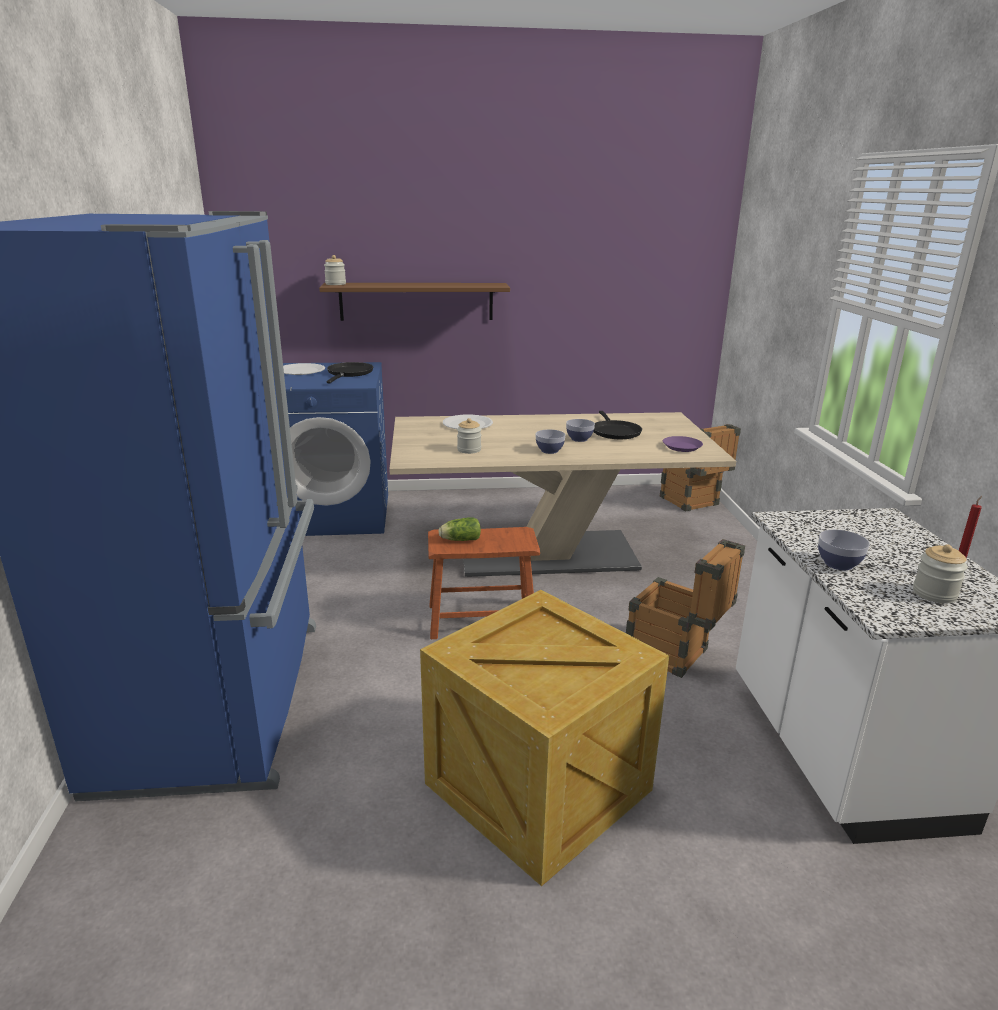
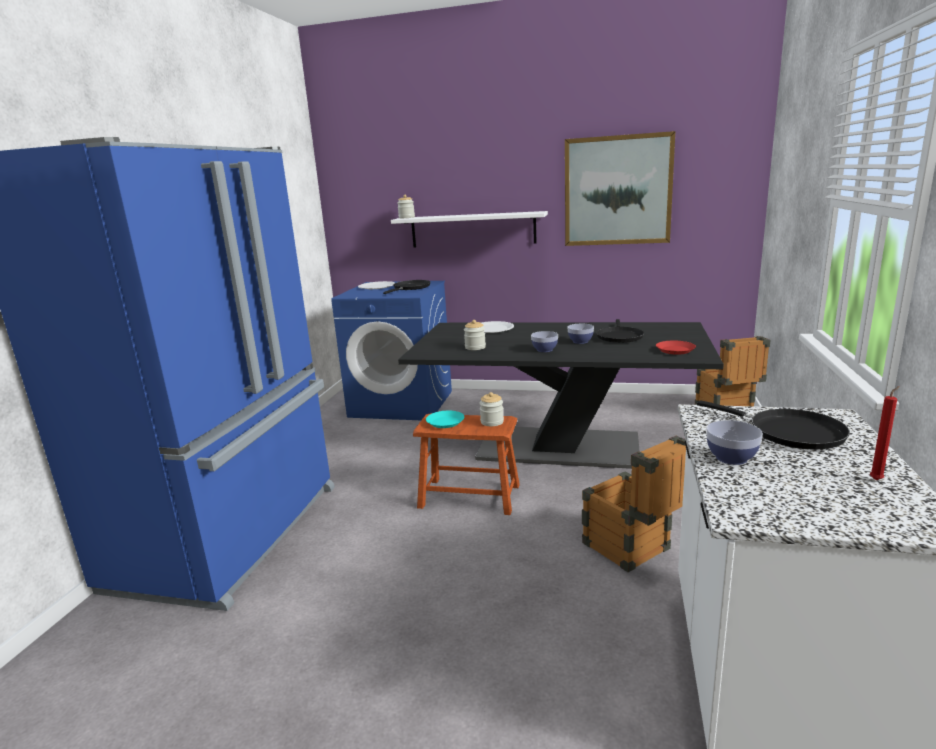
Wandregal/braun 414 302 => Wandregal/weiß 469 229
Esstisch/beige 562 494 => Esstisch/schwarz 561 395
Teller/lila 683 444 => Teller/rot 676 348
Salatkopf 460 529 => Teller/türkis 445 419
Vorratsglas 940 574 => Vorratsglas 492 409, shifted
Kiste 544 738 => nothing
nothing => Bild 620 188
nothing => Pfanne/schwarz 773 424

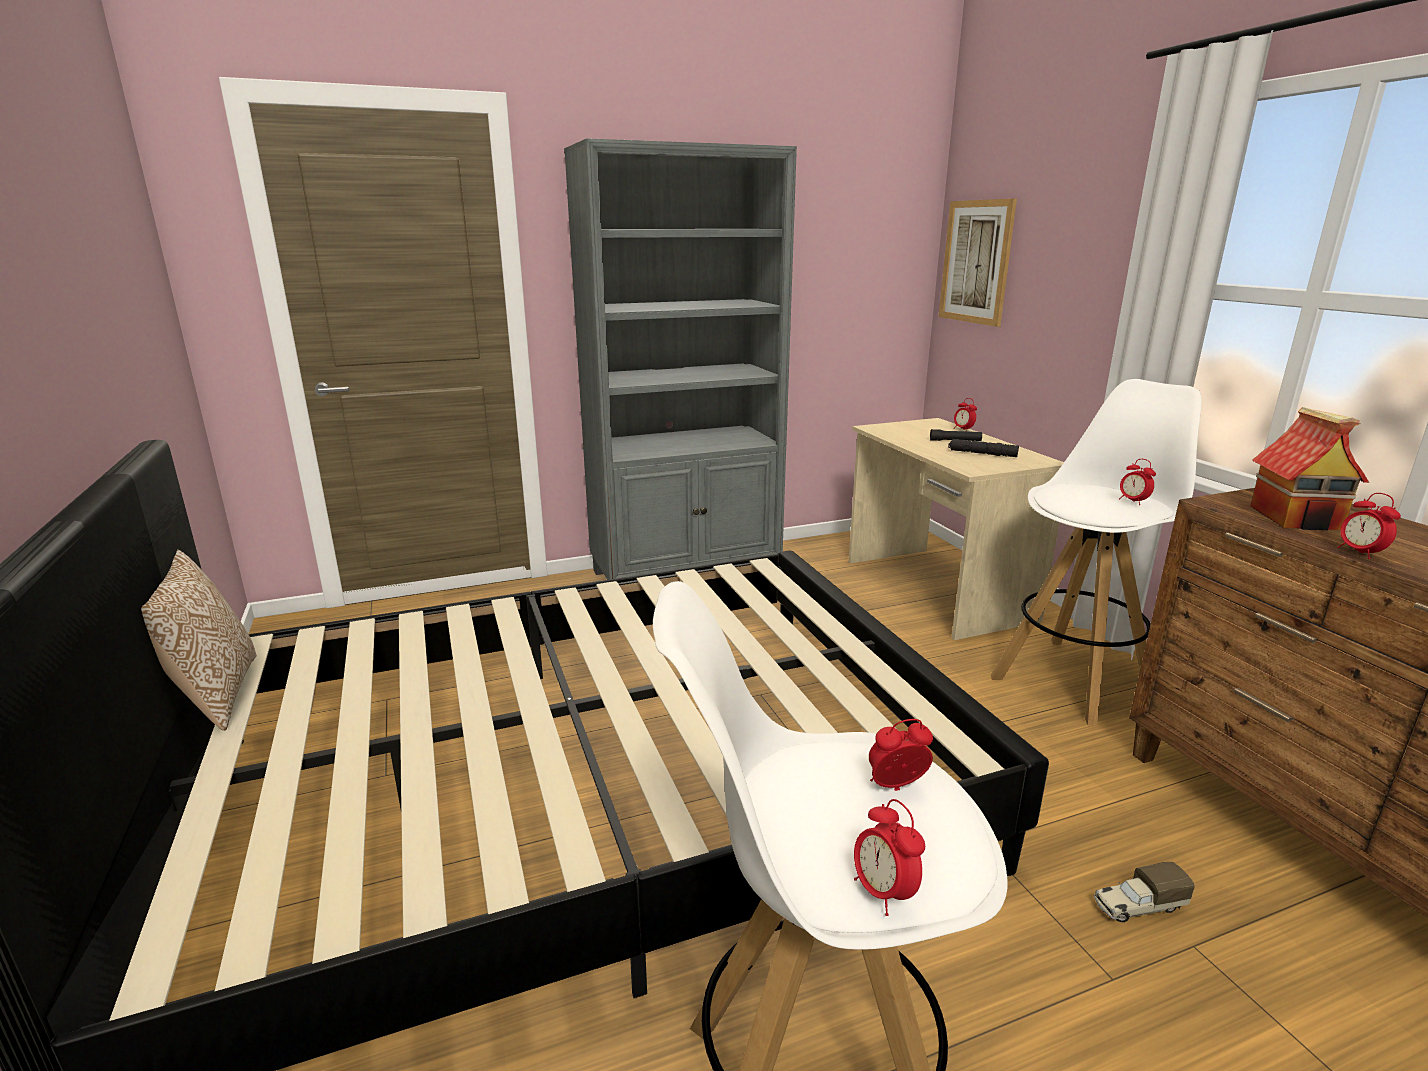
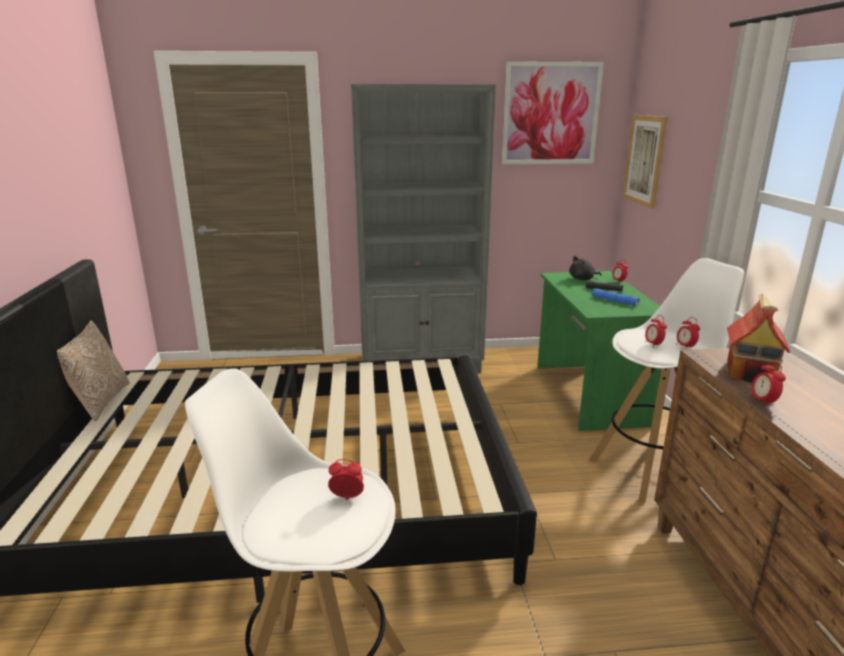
Schreibtisch/beige 956 529 => Schreibtisch/grün 599 351
Taschenlampe/schwarz 983 448 => Taschenlampe/blau 615 297
Wecker 889 857 => Wecker 656 331, shifted
Spielzeuglaster 1144 892 => nothing
nothing => Bild 553 112
nothing => Plüschtier/schwarz 585 268

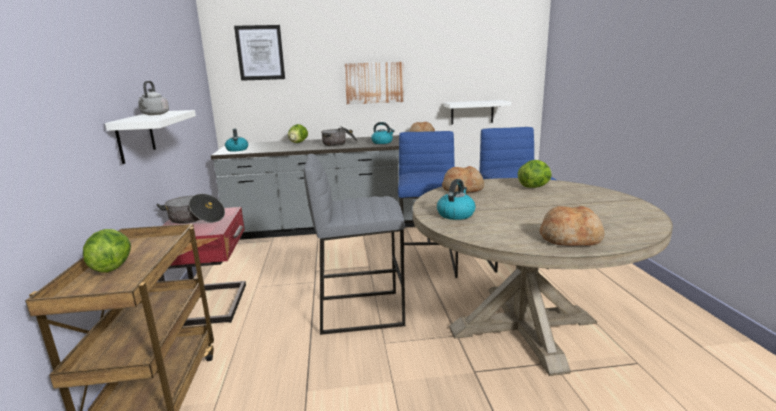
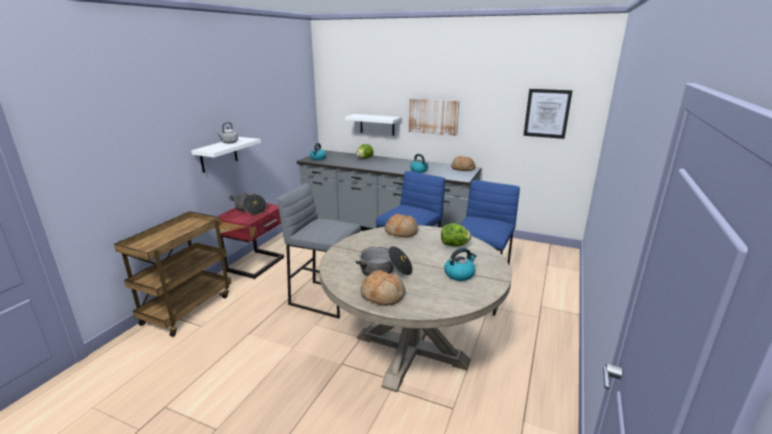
Bild 259 53 => Bild 548 114, shifted
Wandregal/weiß 477 112 => Wandregal/weiß 373 125, shifted
Kochtopf 339 136 => Kochtopf 384 261, shifted
Wasserkessel 456 199 => Wasserkessel 460 264, shifted
Salatkopf 107 250 => nothing

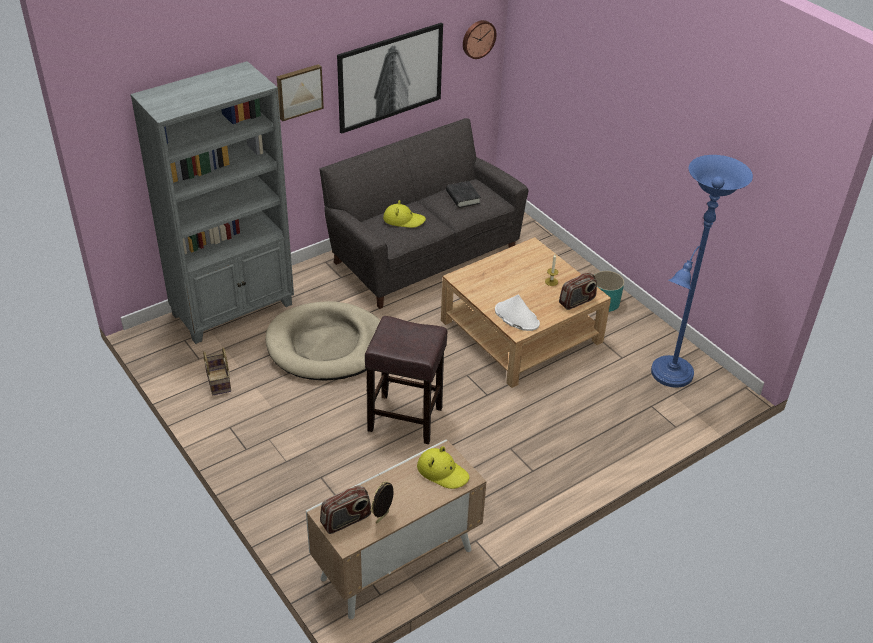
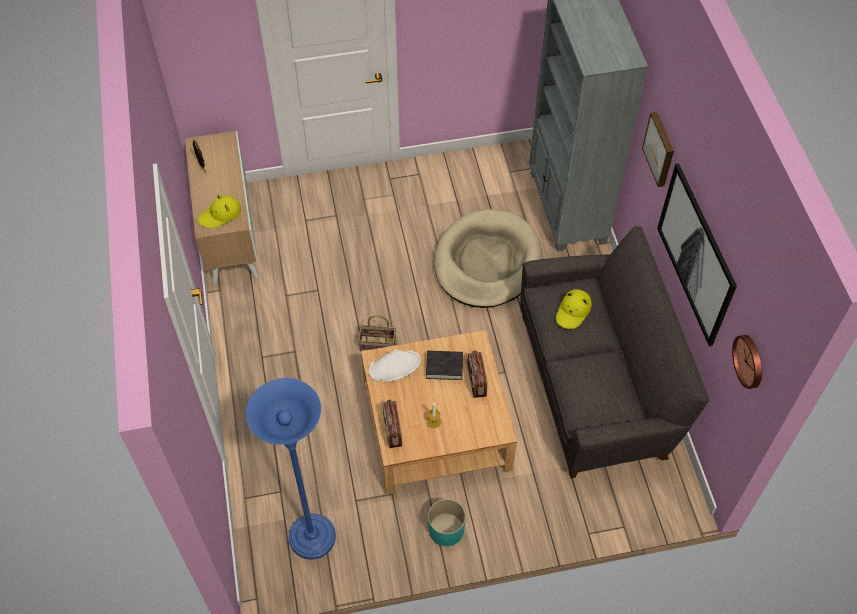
Buch/schwarz 463 194 => Buch/schwarz 444 365, shifted
Hocker/braun 406 380 => nothing
Korb 217 371 => Korb 377 333, shifted
Radio 345 509 => Radio 477 374, shifted

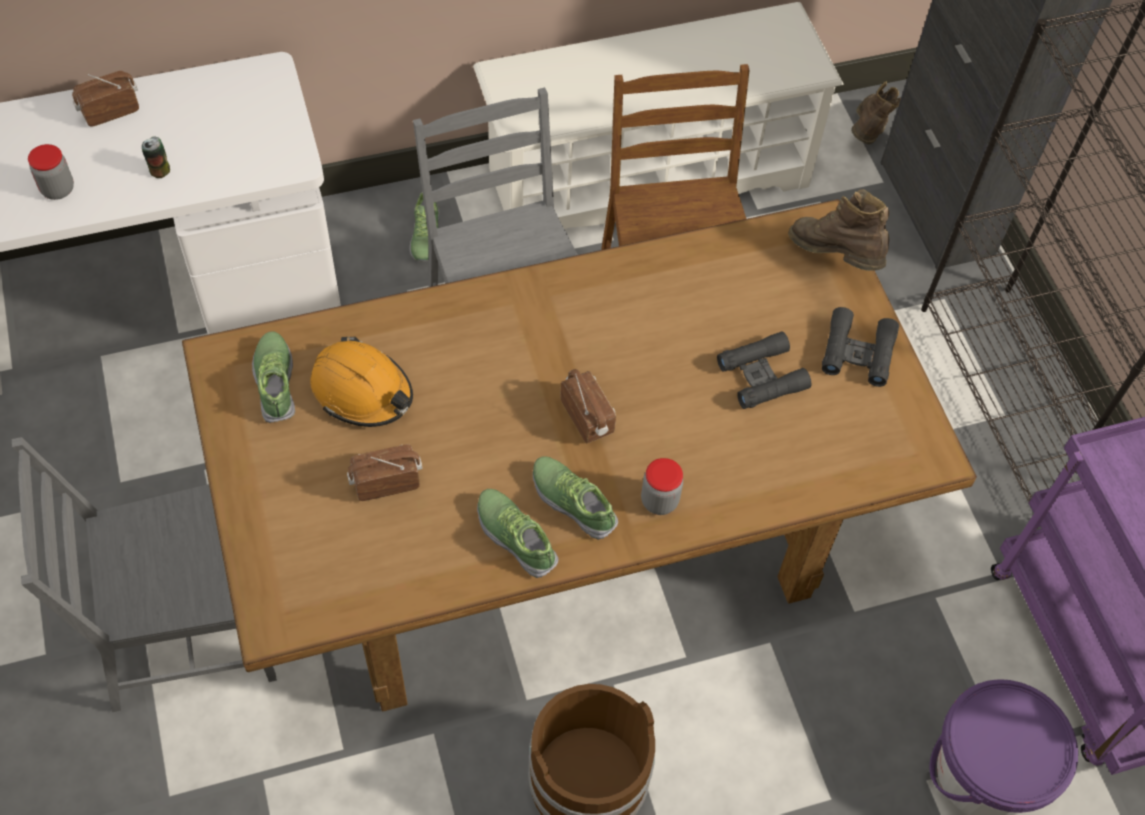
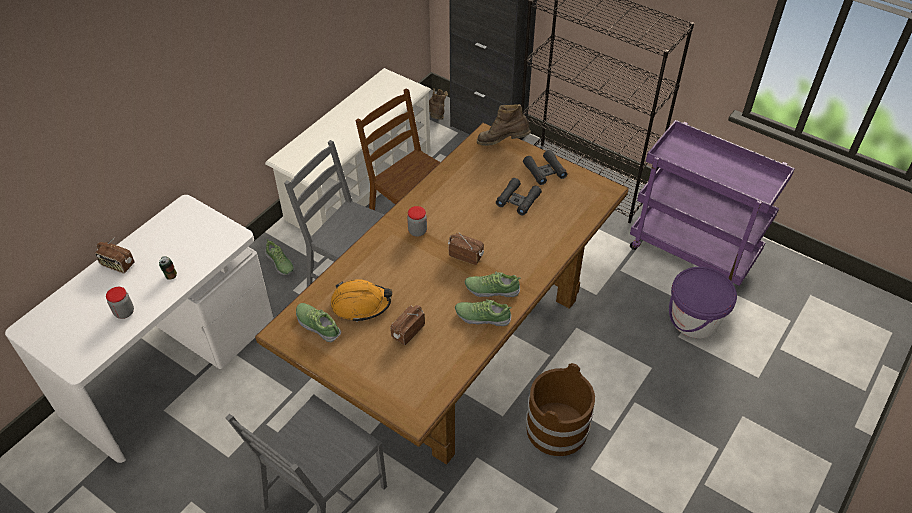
Radio 105 99 => Radio 115 255, 90 degrees counterclockwise
Vorratsglas 662 486 => Vorratsglas 417 221, shifted

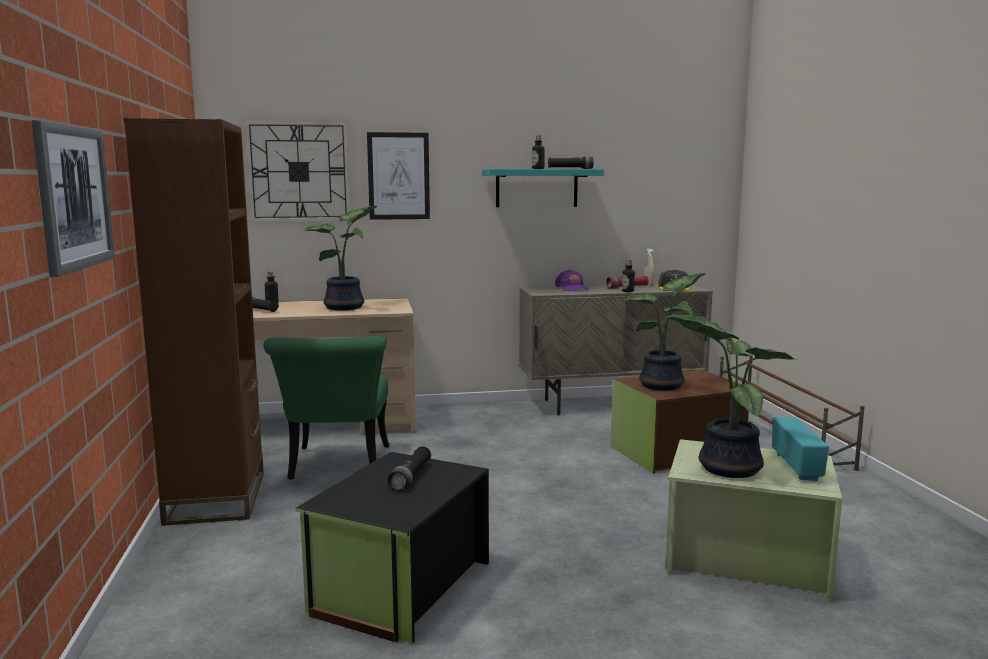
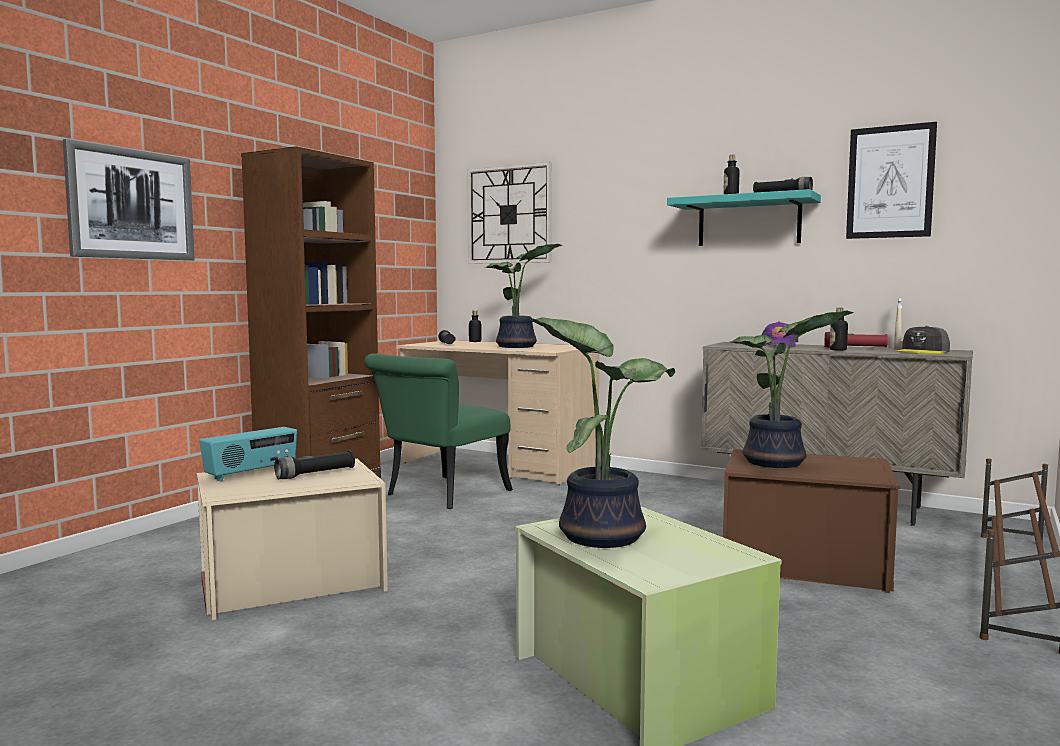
Bild 398 176 => Bild 891 180, shifted
Radio 800 449 => Radio 248 454, shifted
Aufbewahrungsbox/schwarz 392 548 => Aufbewahrungsbox/beige 292 539

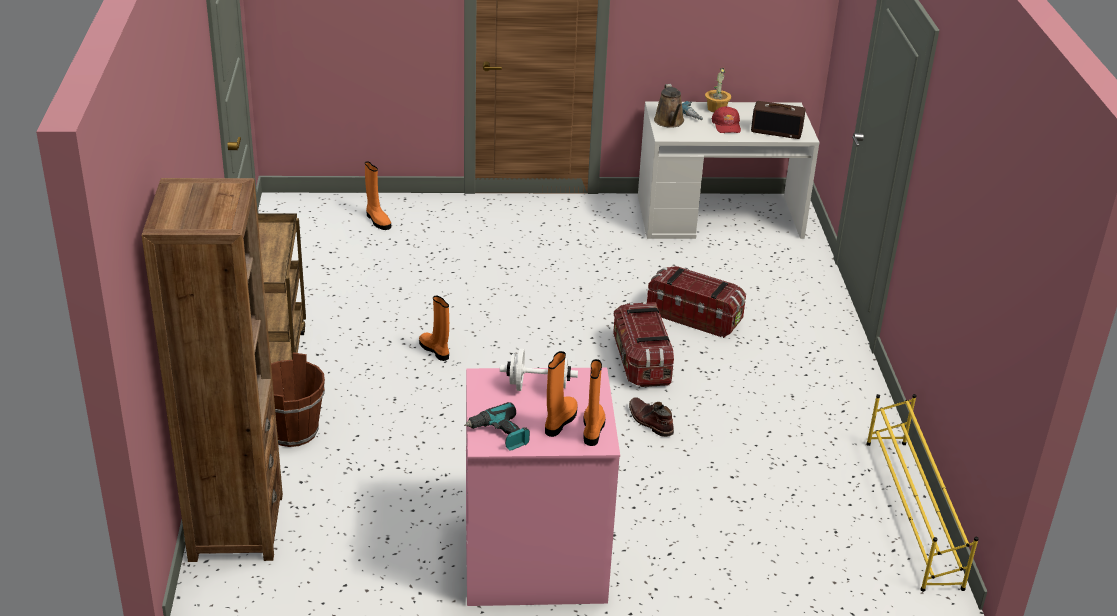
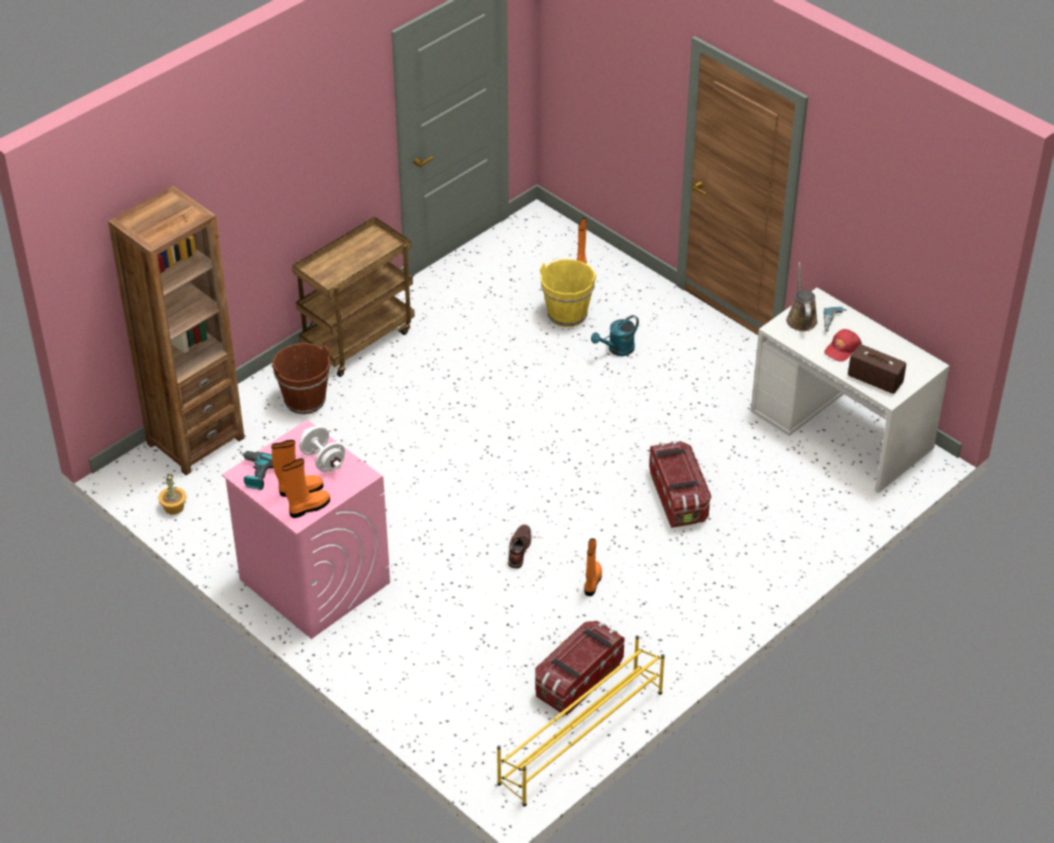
Topfpflanze 718 90 => Topfpflanze 172 494, shifted
Gießkanne/braun 669 106 => Gießkanne/braun 802 296, 135 degrees clockwise
Radio 778 120 => Radio 877 369, 150 degrees clockwise
Stiefel/orange 434 328 => Stiefel/orange 593 567, shifted
Aufbewahrungsbox 643 344 => Aufbewahrungsbox 580 668, shifted
nothing => Eimer/gelb 568 293
nothing => Gießkanne/türkis 615 335

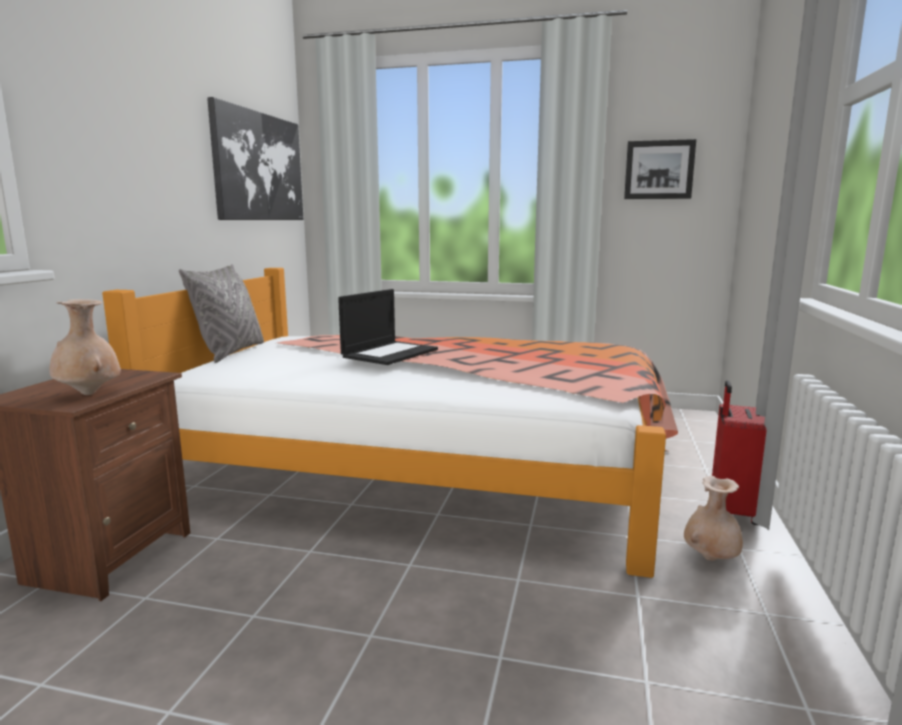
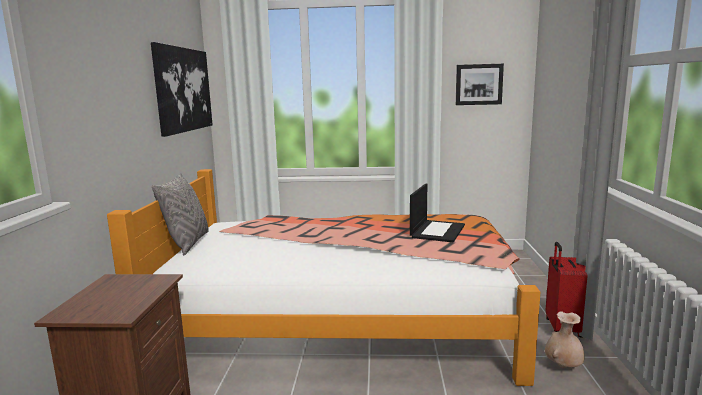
Laptop 388 327 => Laptop 437 212, shifted
Vase/beige 85 347 => nothing

